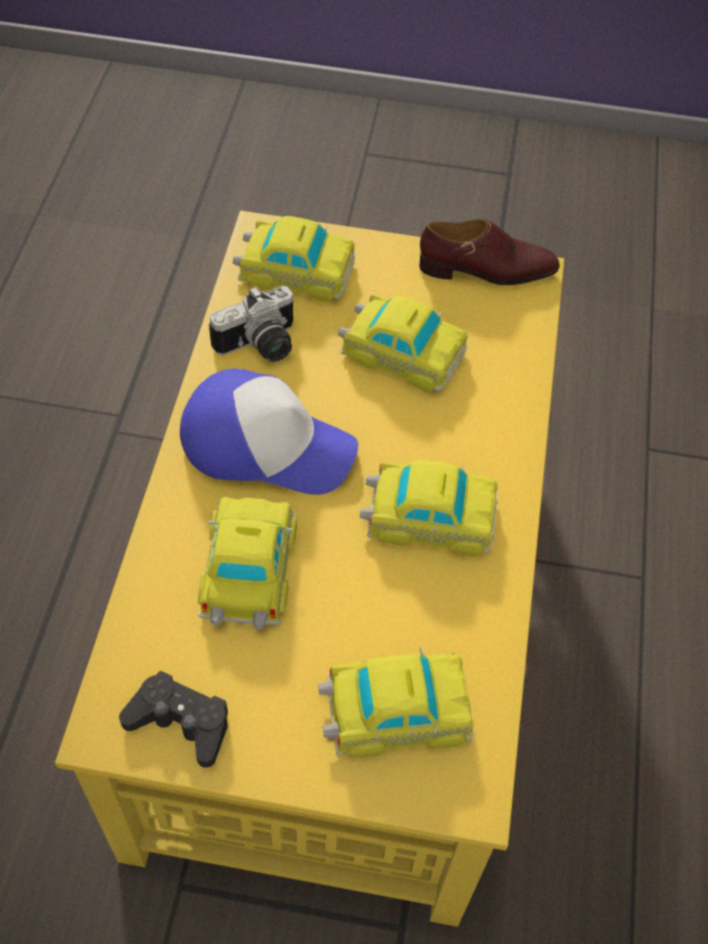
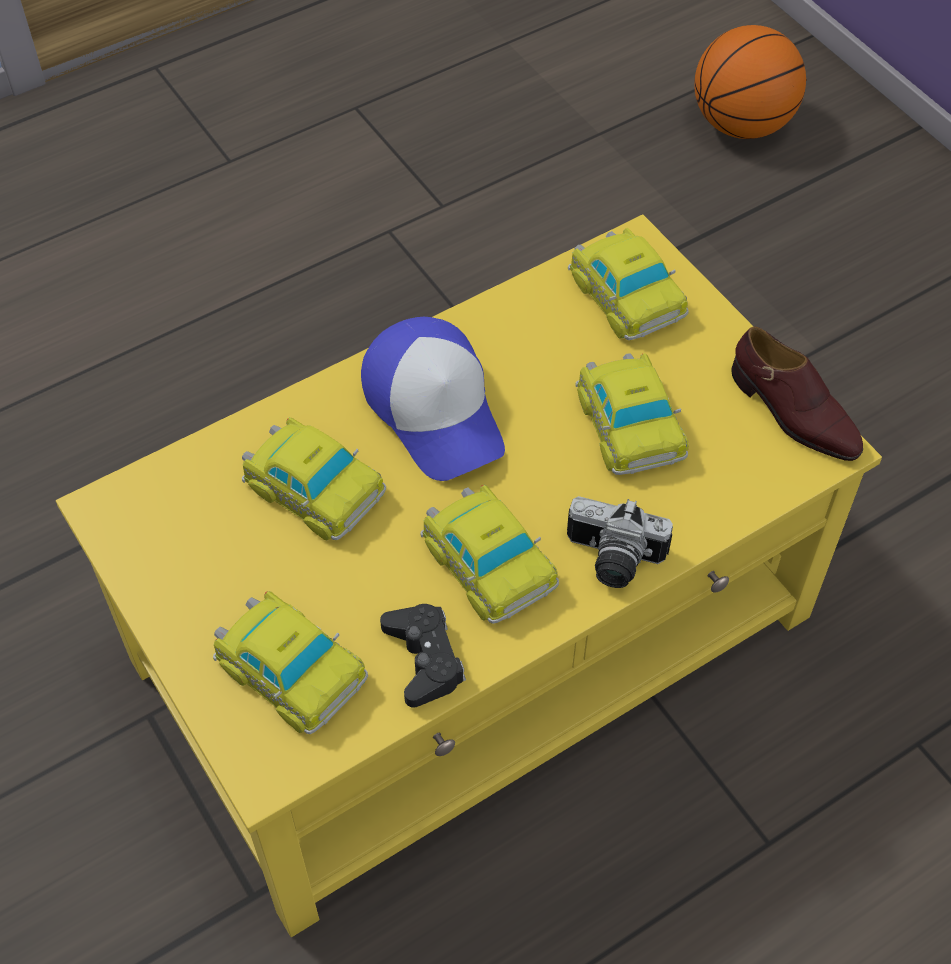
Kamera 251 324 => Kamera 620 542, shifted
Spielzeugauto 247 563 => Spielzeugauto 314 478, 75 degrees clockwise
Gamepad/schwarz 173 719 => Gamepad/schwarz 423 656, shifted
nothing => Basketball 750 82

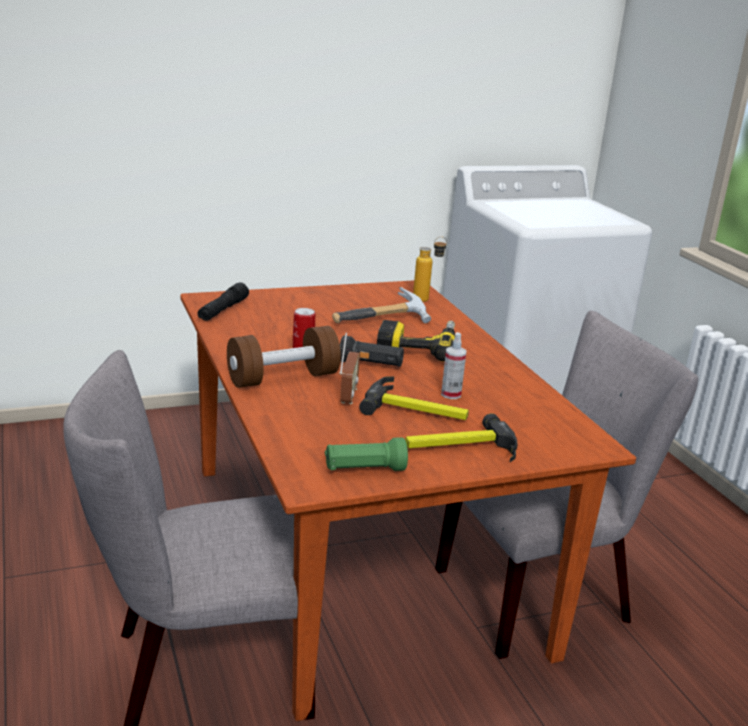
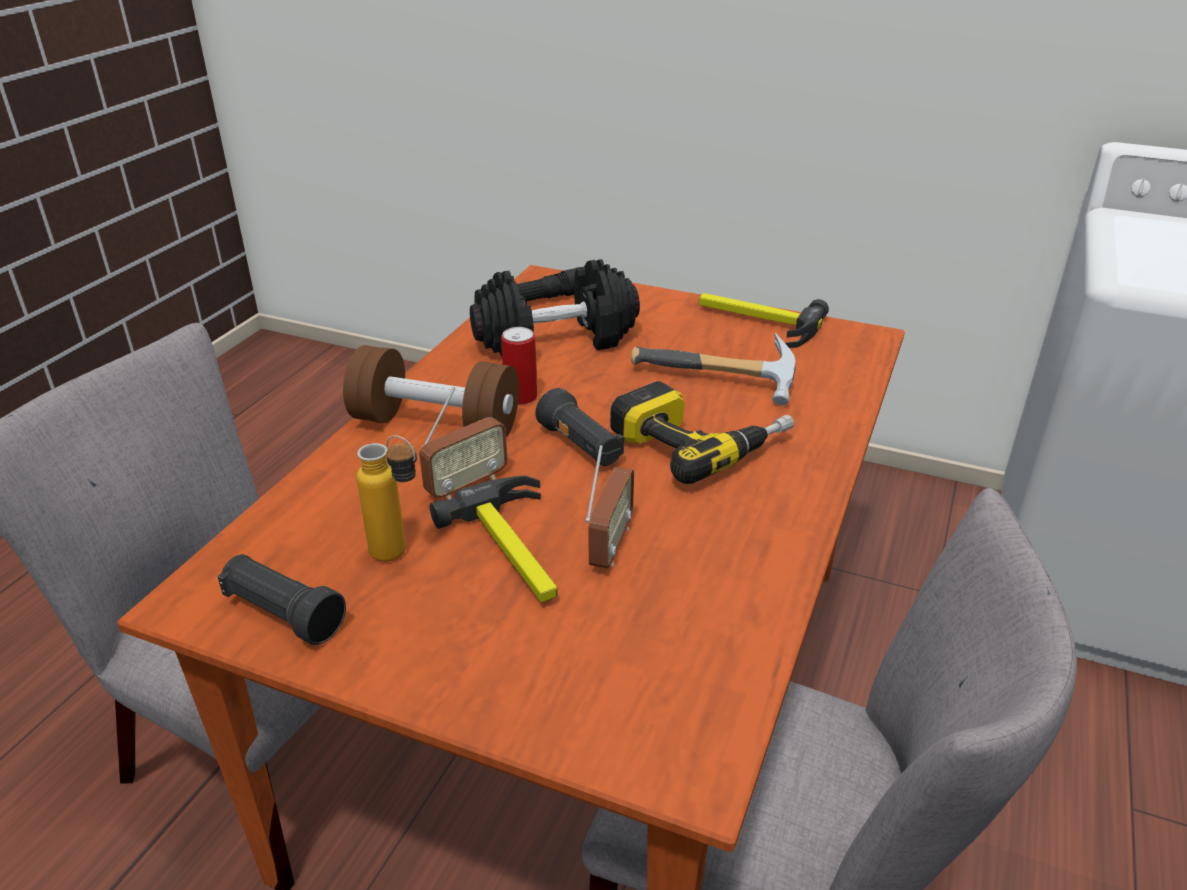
Flasche 430 269 => Flasche 387 498, shifted
Sprühflasche 454 365 => Radio 610 507
Hammer 461 437 => Hammer 764 320, shifted
Taschenlampe/grün 366 454 => Taschenlampe/schwarz 281 599
nothing => Hantel/schwarz 555 307

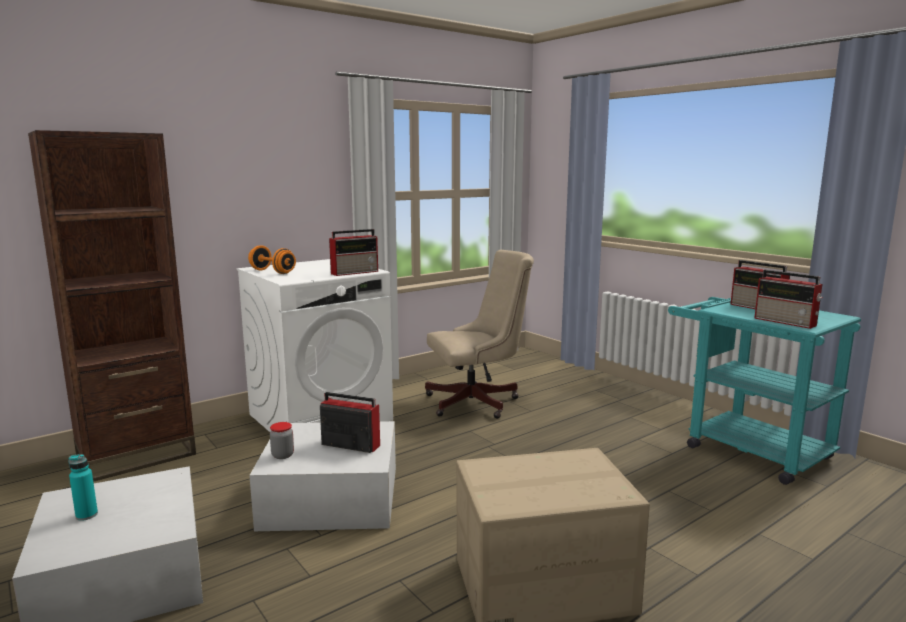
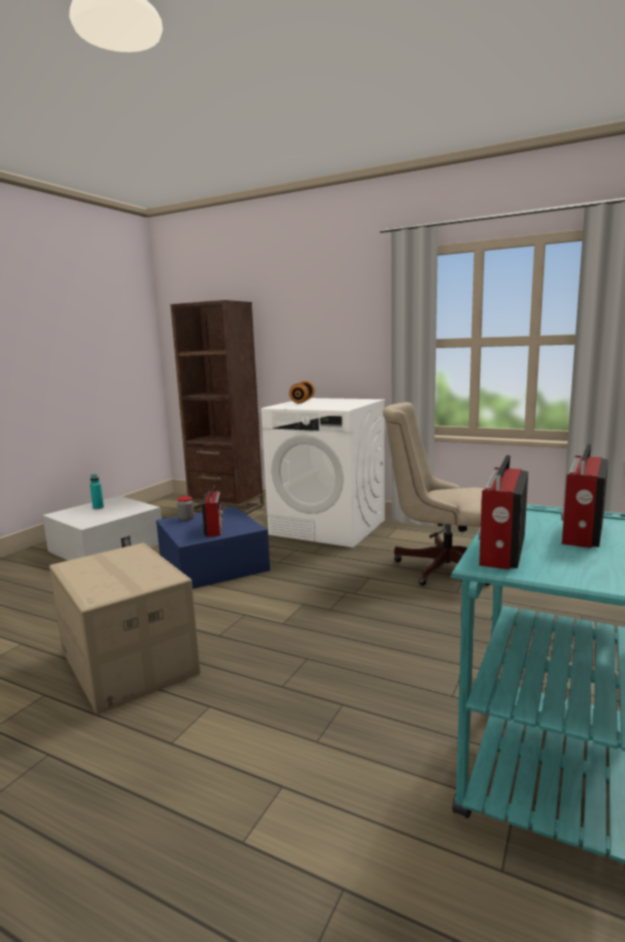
Radio 353 252 => nothing
Bürostuhl/beige 479 334 => Bürostuhl/beige 436 494, 150 degrees clockwise
Aufbewahrungsbox/weiß 322 476 => Aufbewahrungsbox/blau 213 547

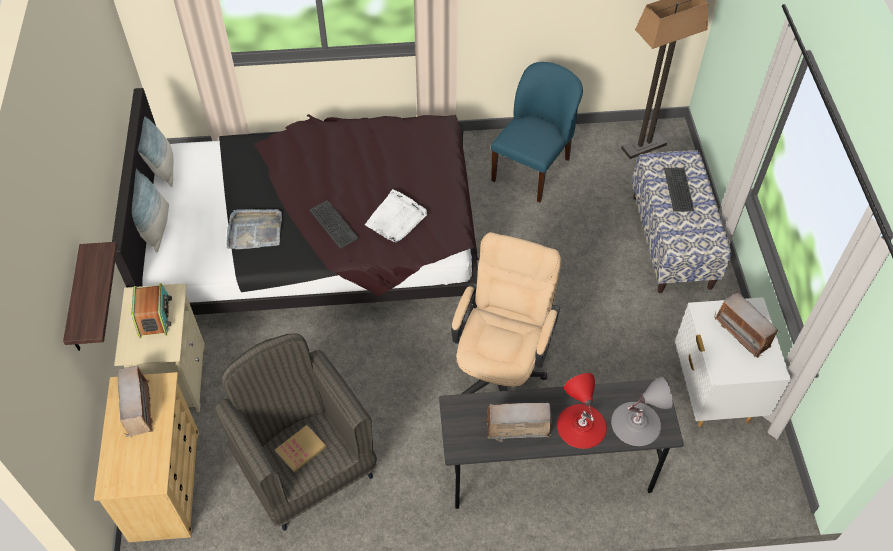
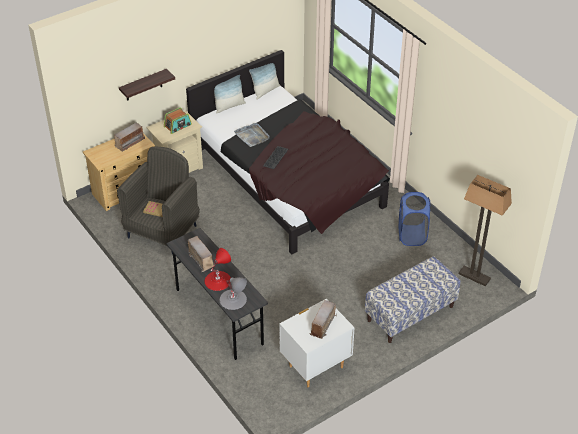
Stuhl/blau 537 132 => Wäschekorb/blau 414 219
Tastatur 679 189 => nothing
Tablett/weiß 396 216 => nothing
Bürostuhl/beige 506 313 => nothing

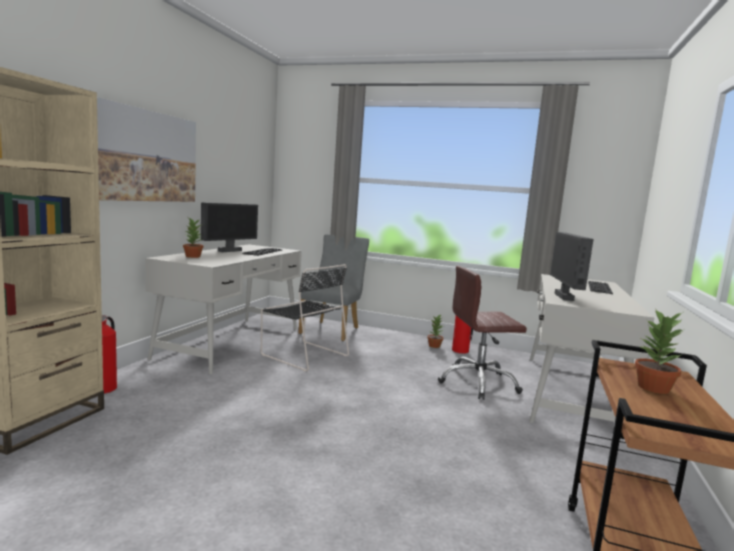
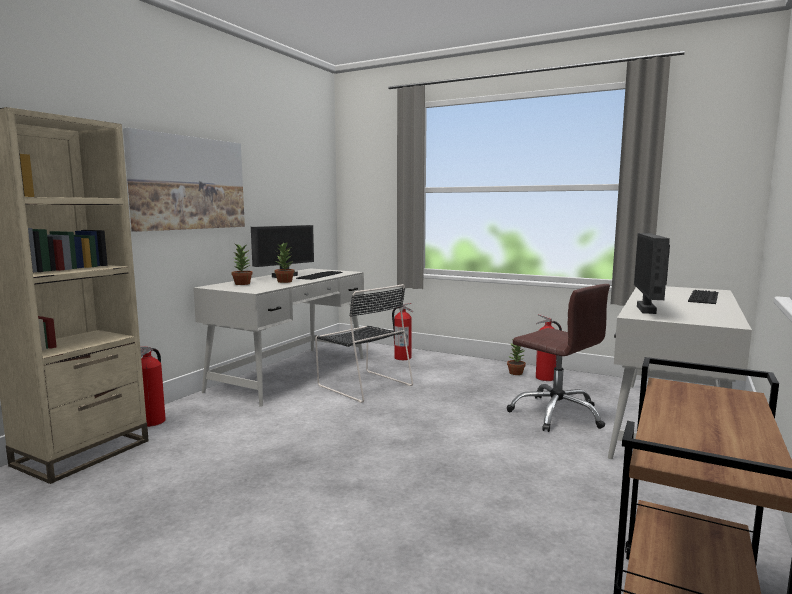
Stuhl/grau 334 287 => Feuerlöscher 402 331
Bürostuhl/braun 482 333 => Bürostuhl/braun 558 358, 135 degrees counterclockwise
Topfpflanze 659 352 => Topfpflanze 284 263, shifted

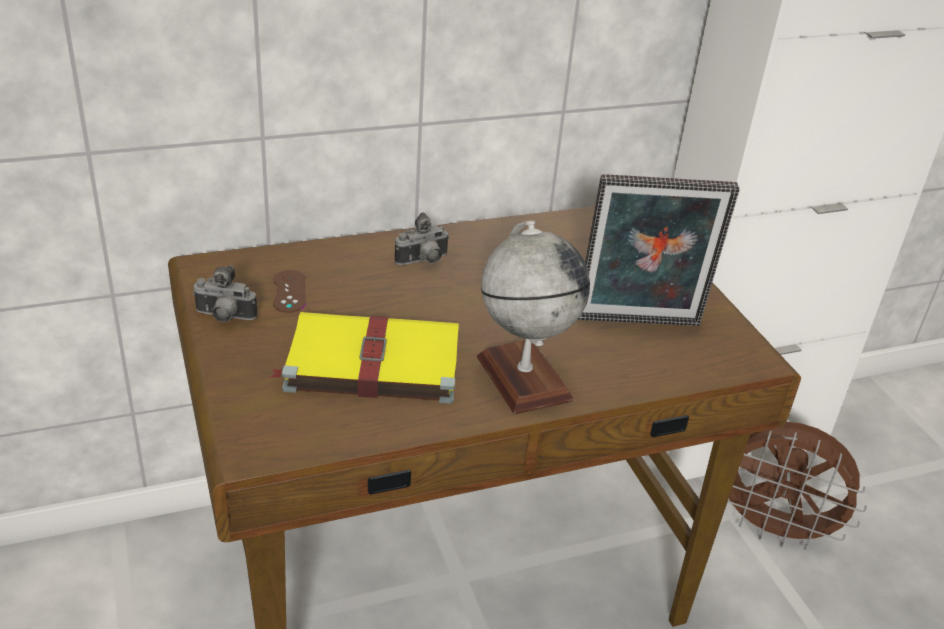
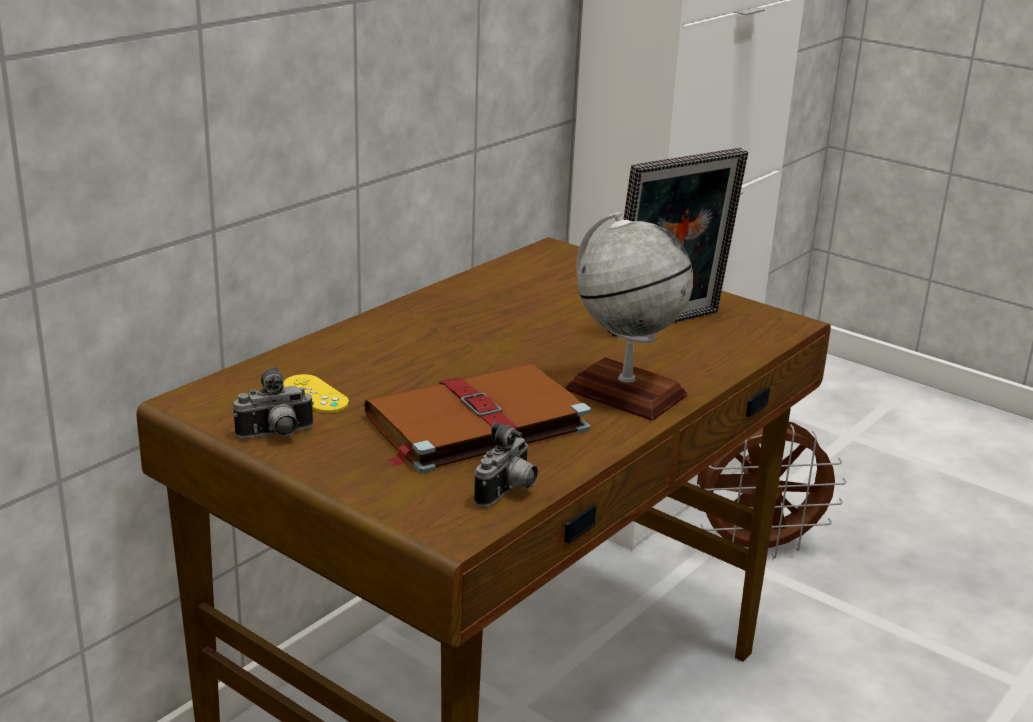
Kamera 422 238 => Kamera 506 464, shifted
Gamepad/braun 289 291 => Gamepad/gelb 316 393
Buch/gelb 364 358 => Buch/braun 477 419

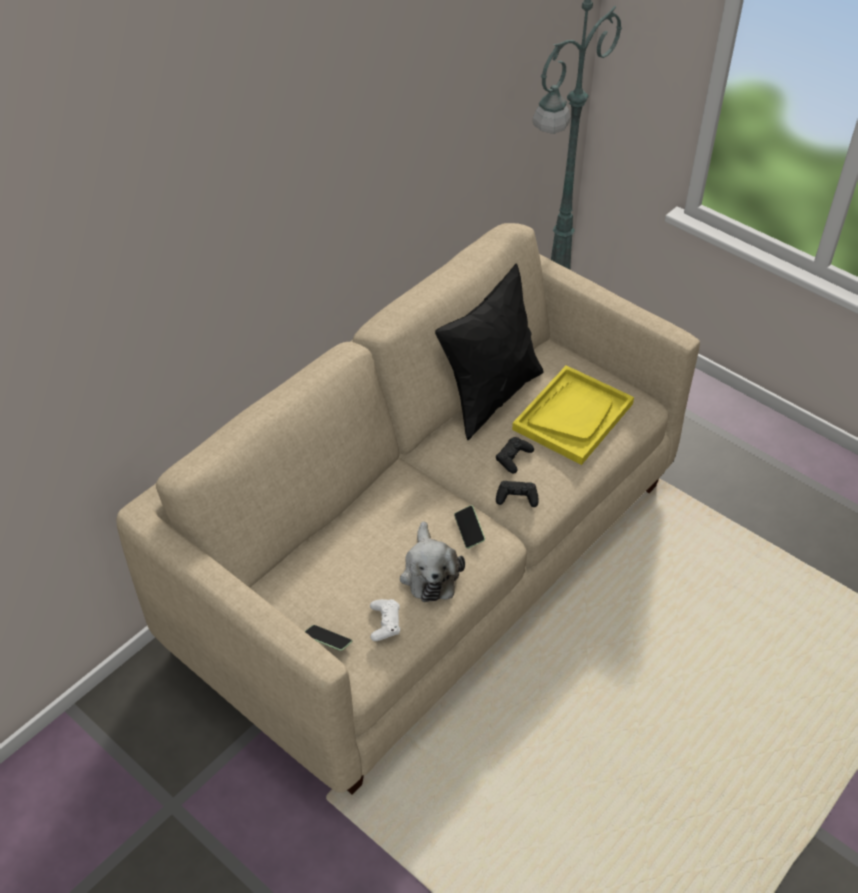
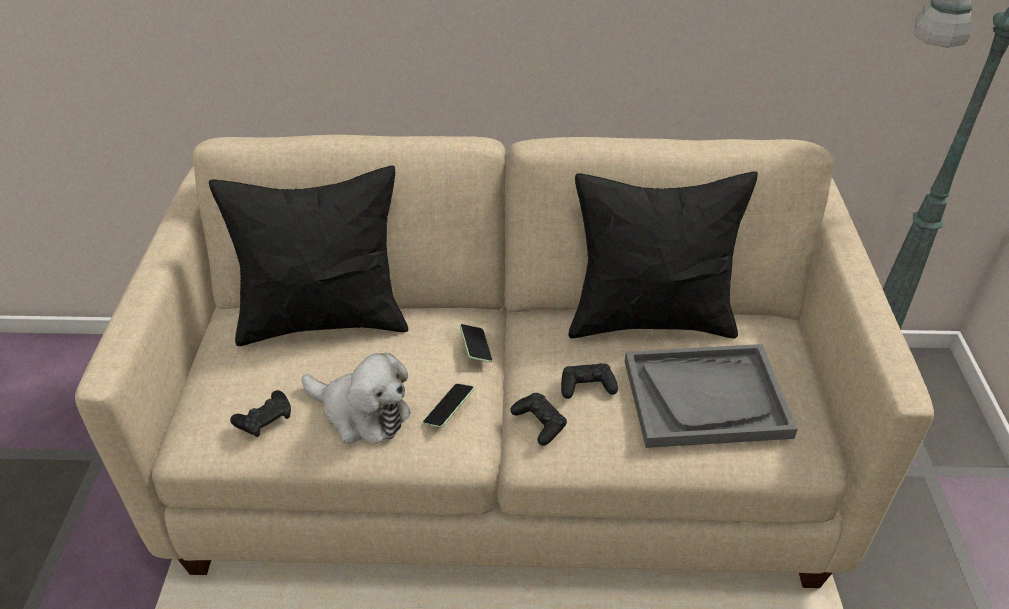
Tablett/gelb 573 415 => Tablett/grau 711 396
Plüschtier 432 561 => Plüschtier 356 398, 105 degrees counterclockwise
Gamepad/weiß 385 620 => Gamepad/schwarz 260 413
Handy 328 638 => Handy 476 343, shifted
nothing => Kissen/schwarz 308 255

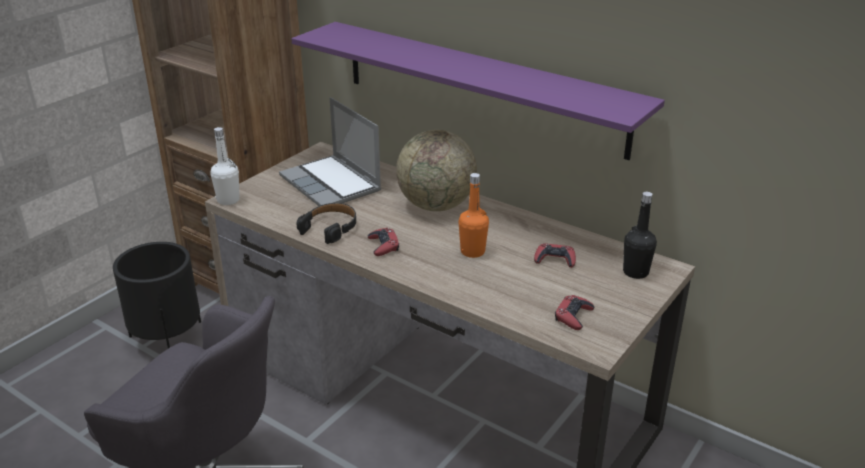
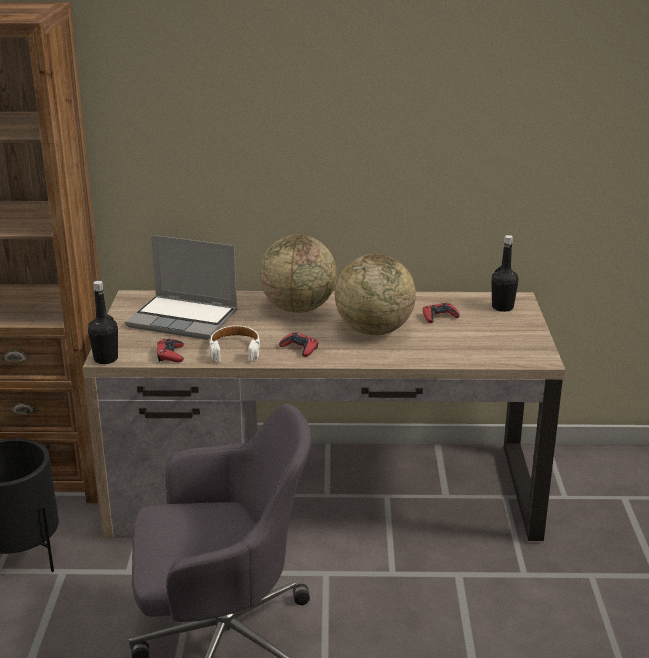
Wandregal/lila 478 91 => nothing
Flasche/weiß 225 166 => Flasche/schwarz 103 322
Flasche/orange 473 215 => Globus 375 294
Kopfhörer/schwarz 326 223 => Kopfhörer/weiß 234 344
Gamepad/rot 574 312 => Gamepad/rot 170 350, shifted

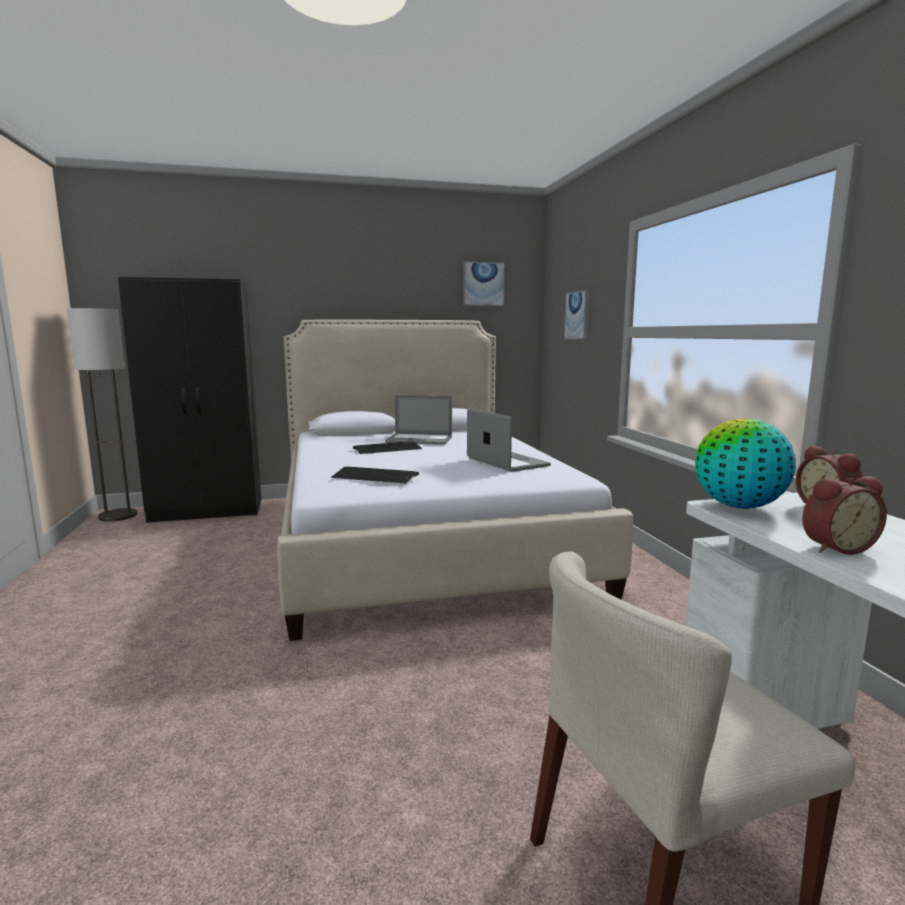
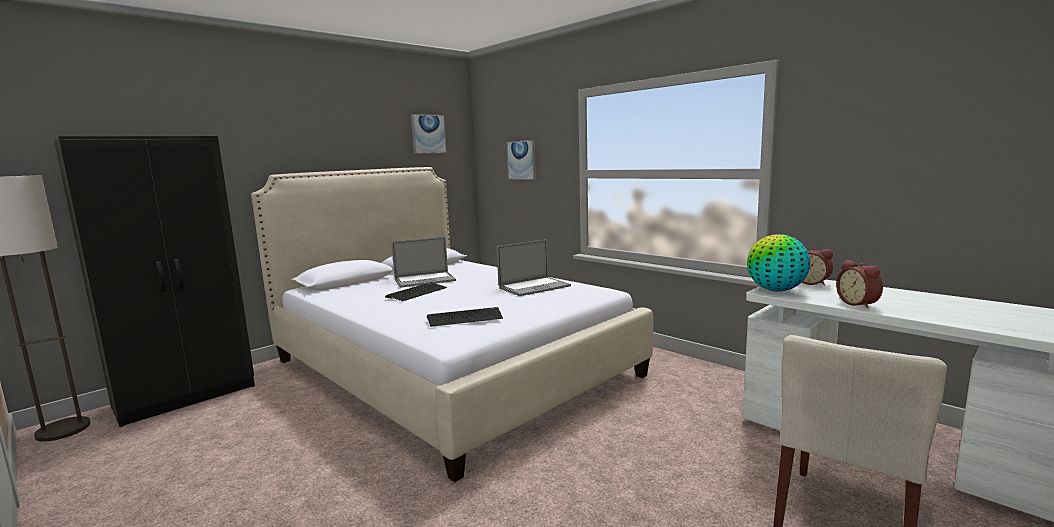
Laptop 509 440 => Laptop 534 267, 120 degrees clockwise
Wecker 844 515 => Wecker 859 284, 120 degrees clockwise

